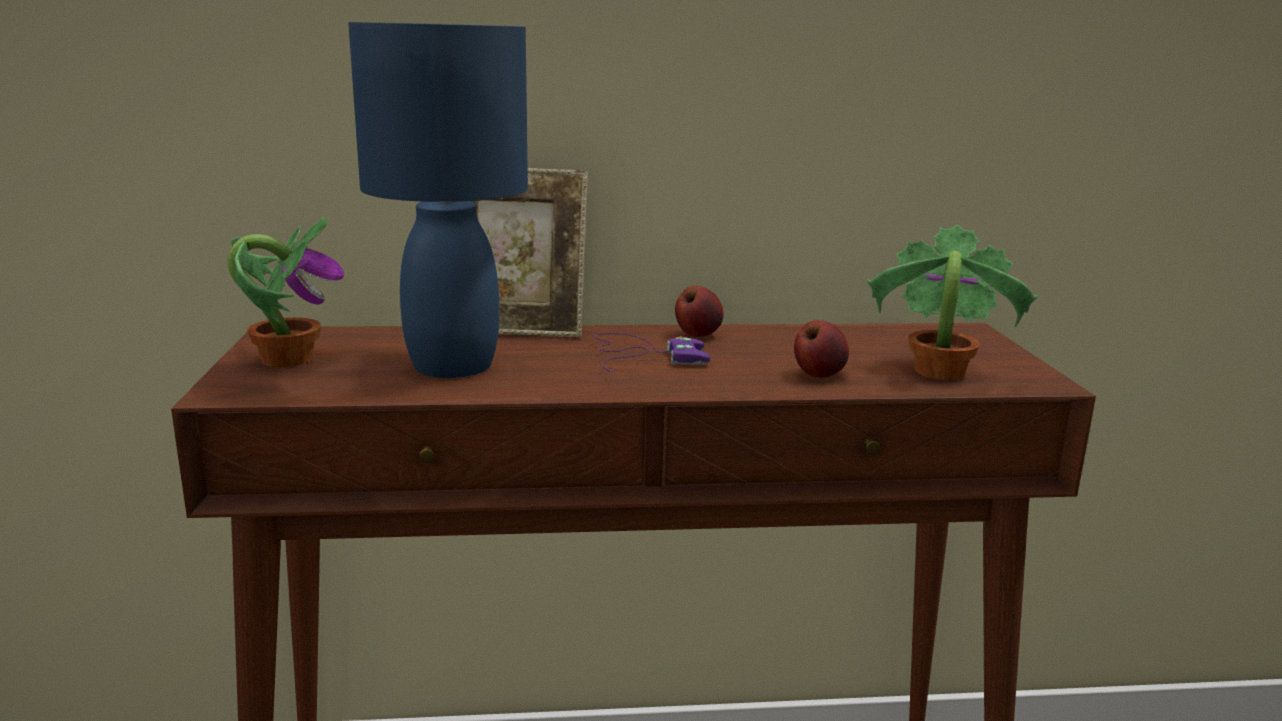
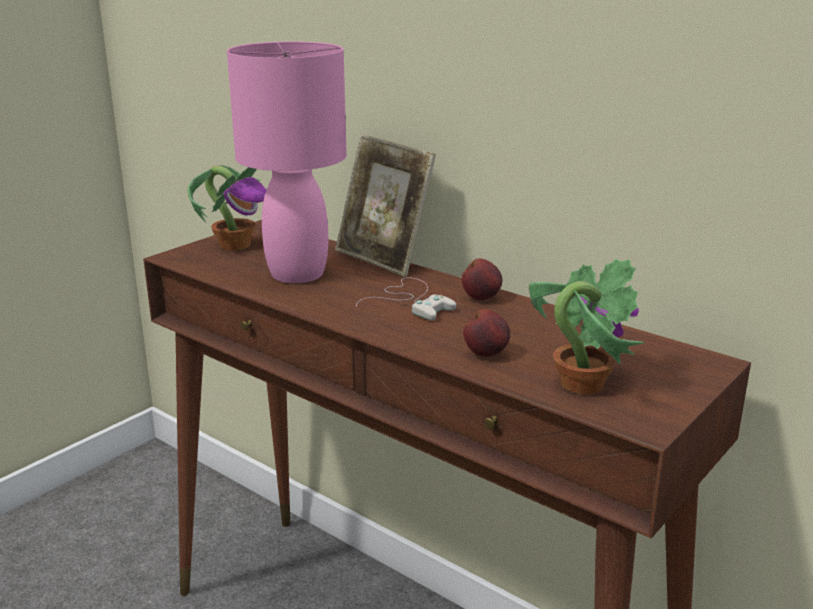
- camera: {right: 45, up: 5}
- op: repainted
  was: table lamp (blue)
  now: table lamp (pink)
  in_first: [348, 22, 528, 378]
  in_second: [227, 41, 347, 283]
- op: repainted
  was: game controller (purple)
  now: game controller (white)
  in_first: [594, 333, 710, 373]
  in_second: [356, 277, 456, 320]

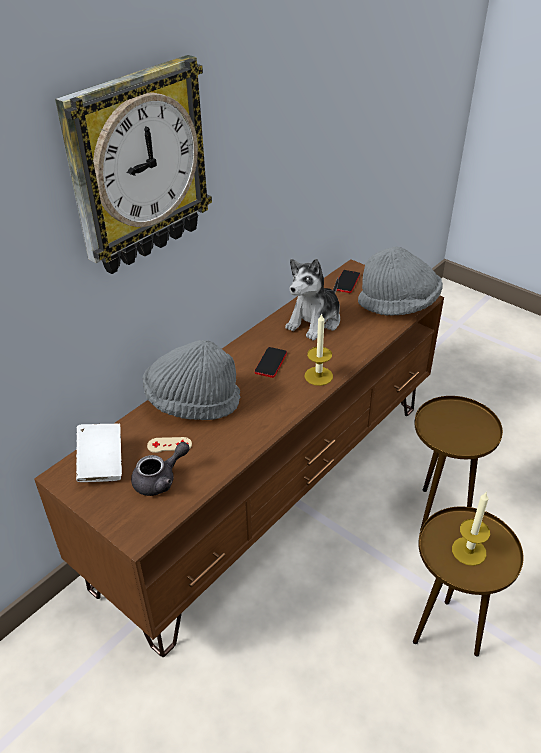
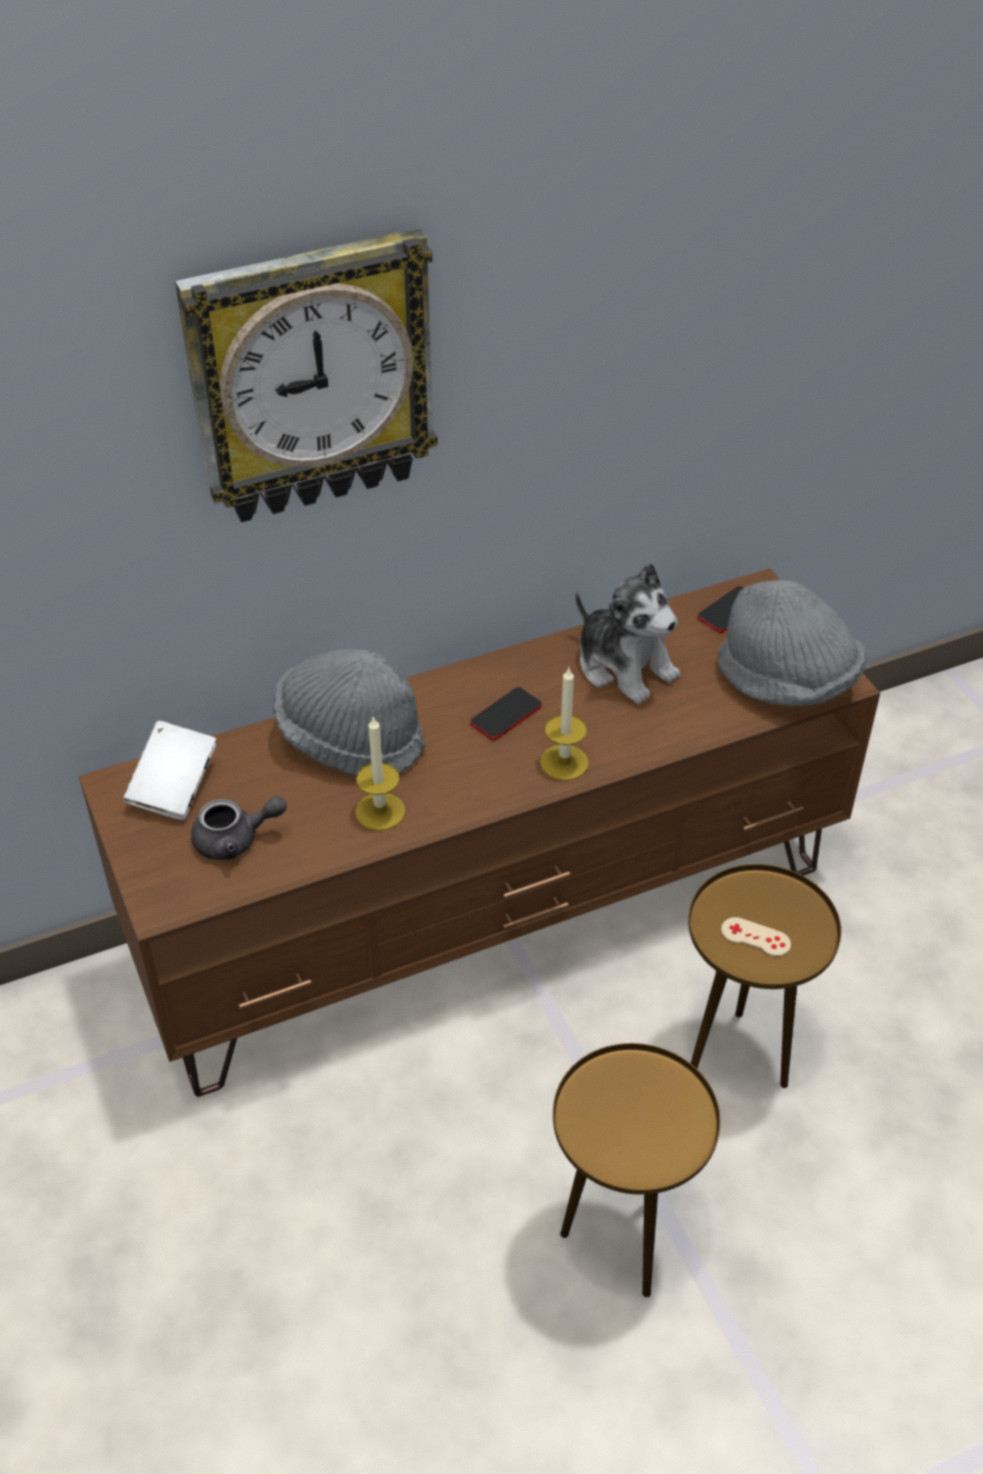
- camera: {right: 25, up: 5}
- op: shifted
  was: game controller (beige)
  in_first: [147, 437, 192, 453]
  in_second: [721, 917, 791, 956]
- op: rotated
  was: plush toy
  in_first: [285, 258, 340, 340]
  in_second: [575, 563, 680, 704]
  clockwise: -105
- op: shifted
  was: candle
  in_first: [452, 492, 490, 566]
  in_second: [355, 716, 405, 831]

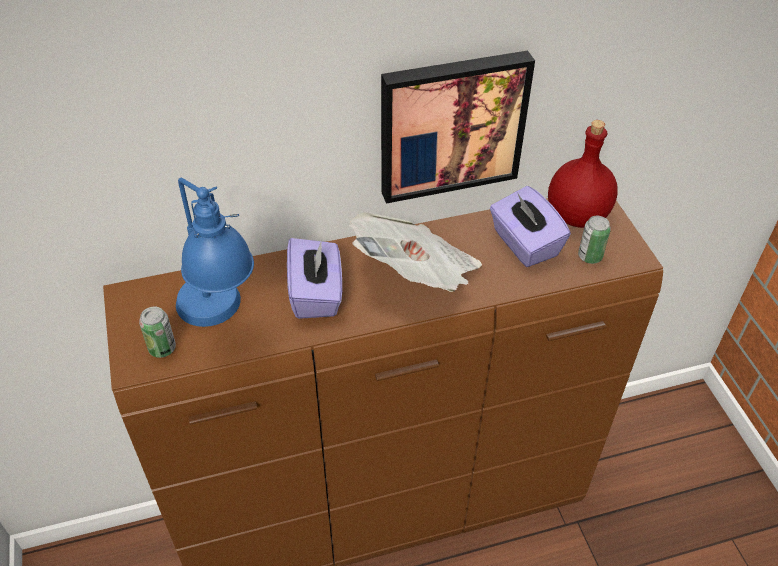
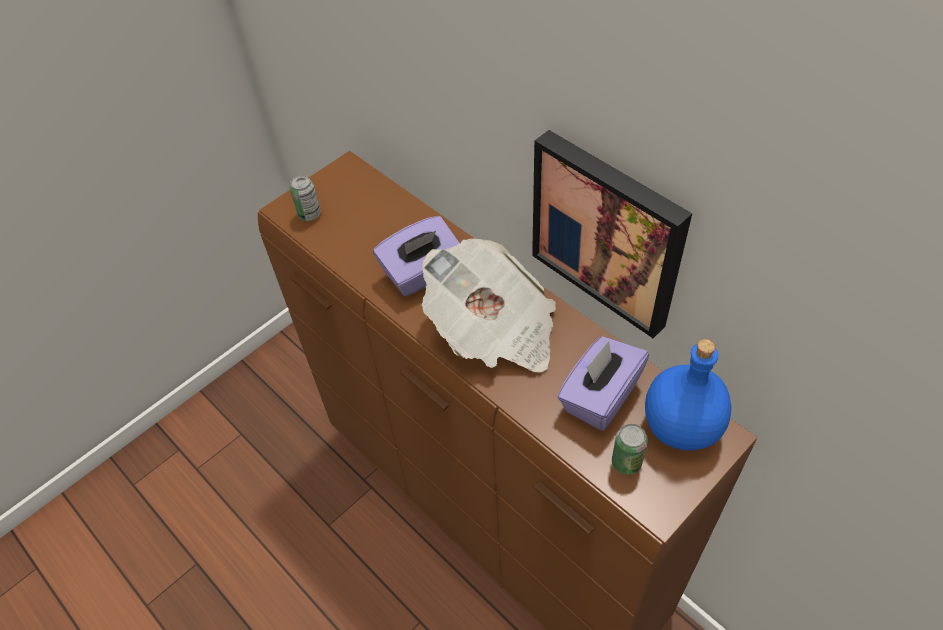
- camera: {right: 65, up: 5}
- op: gone
  was: table lamp (blue)
  in_first: [176, 178, 254, 327]
- op: repainted
  was: bottle (red)
  now: bottle (blue)
  in_first: [548, 120, 618, 228]
  in_second: [645, 339, 732, 450]

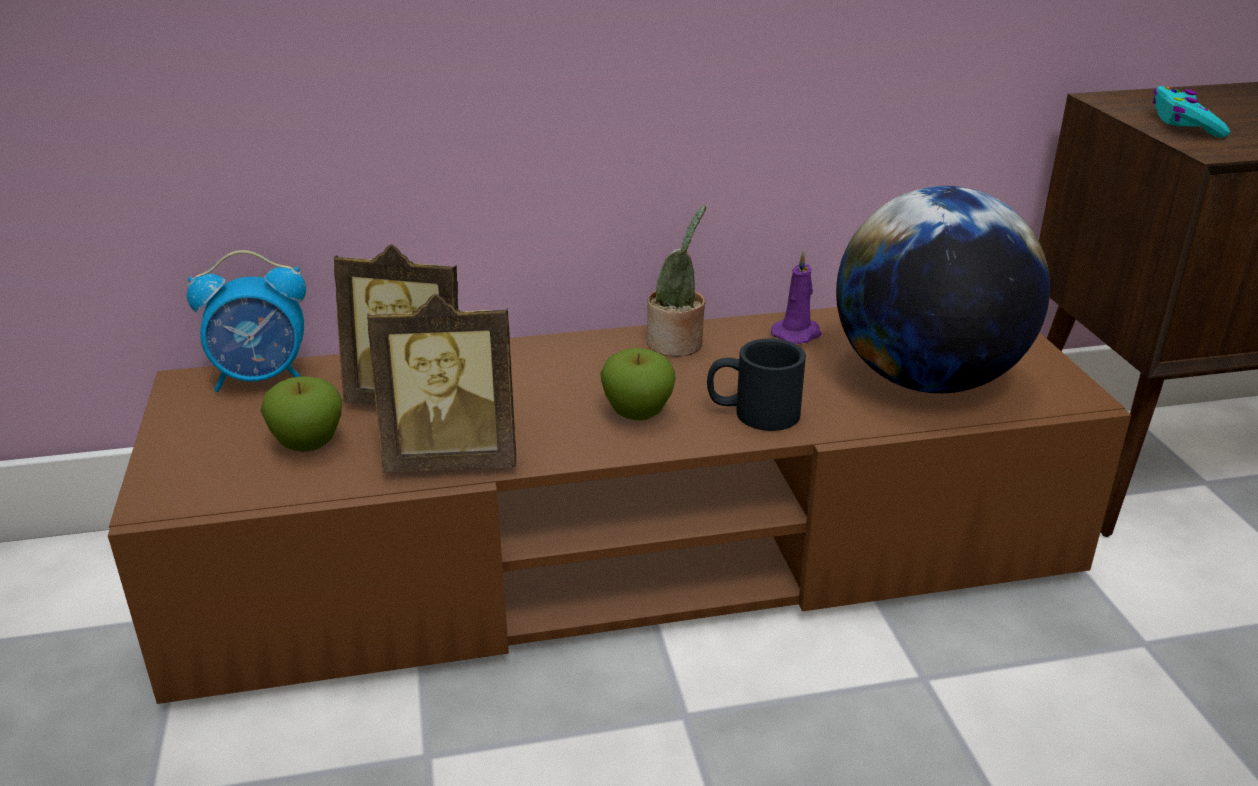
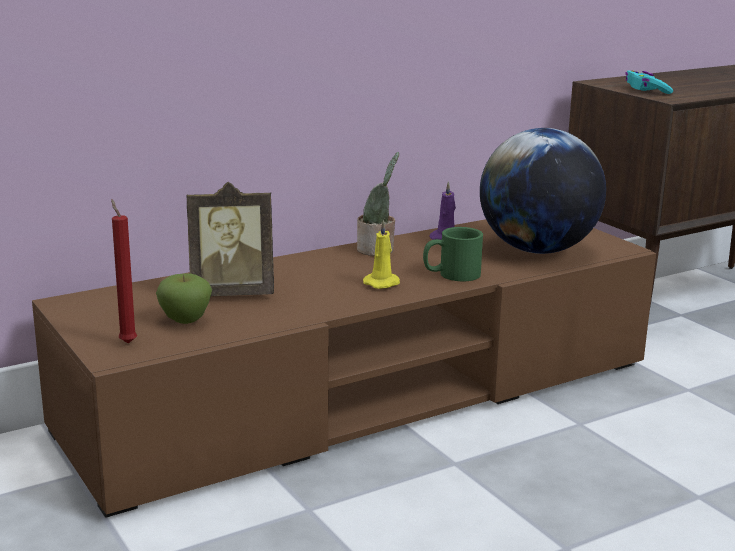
- camera: {right: -20, up: -10}
- op: gone
  was: alarm clock
  in_first: [187, 250, 306, 392]
- op: gone
  was: picture frame
  in_first: [367, 294, 516, 473]
- op: swapped
  was: apple
  now: candle (yellow)
  in_first: [600, 348, 676, 420]
  in_second: [363, 219, 400, 289]
- op: repainted
  was: mug (black)
  now: mug (green)
  in_first: [707, 338, 806, 431]
  in_second: [423, 227, 483, 281]
- op: new
  now: candle (red)
  in_second: [111, 199, 137, 344]

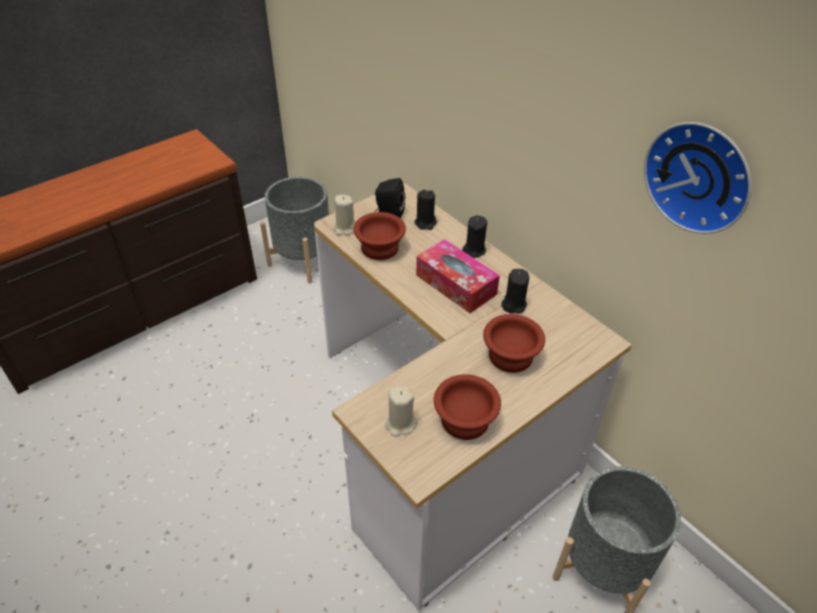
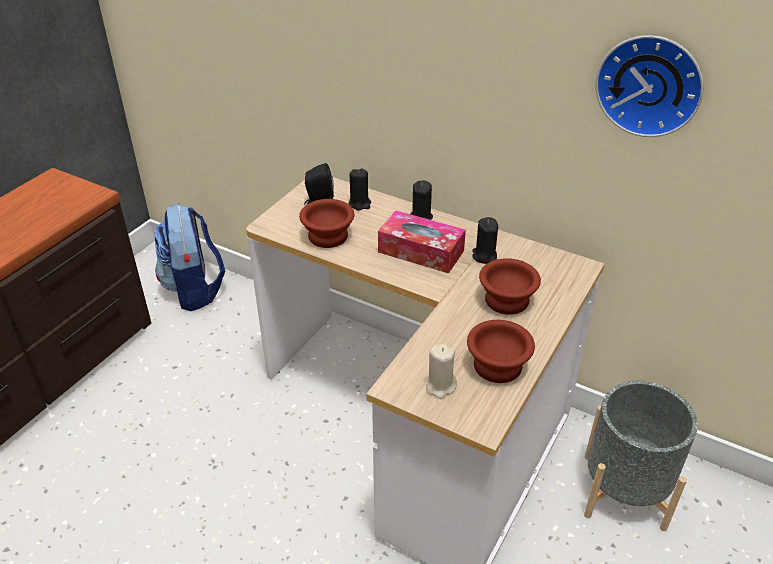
- camera: {right: -20, up: -5}
- op: swapped
  was: planter (grey)
  now: backpack
  in_first: [260, 177, 335, 283]
  in_second: [154, 203, 225, 311]
- op: gone
  was: candle (beige)
  in_first: [333, 195, 355, 235]

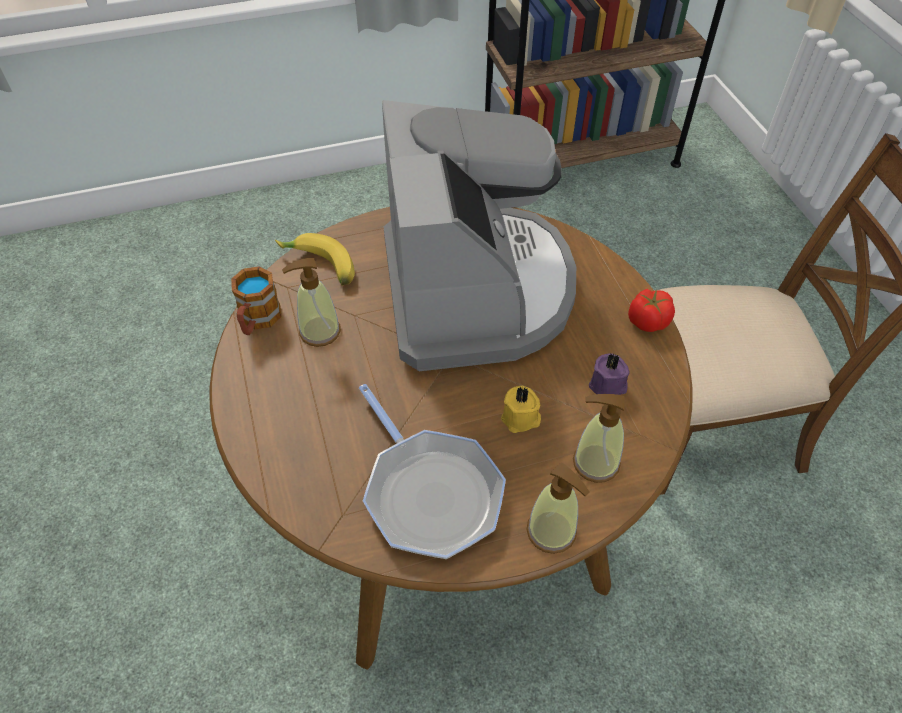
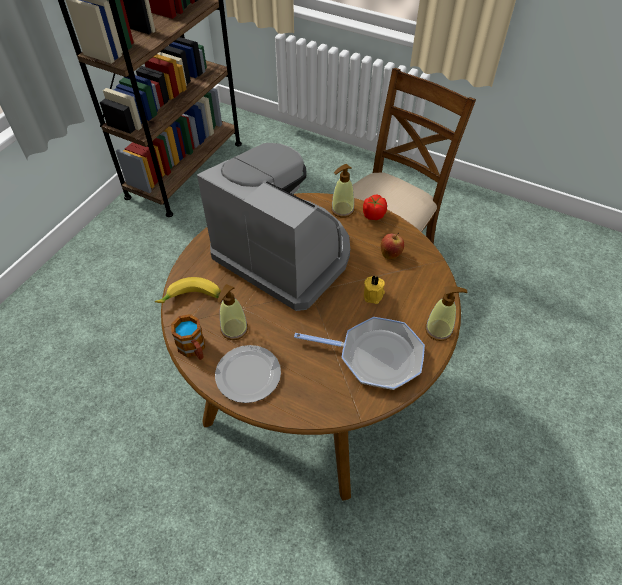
- camera: {right: -45, up: 0}
- op: shifted
  was: soap dispenser
  in_first: [573, 394, 625, 483]
  in_second: [331, 164, 355, 218]
- op: swapped
  was: candle (purple)
  now: apple
  in_first: [589, 353, 630, 395]
  in_second: [380, 233, 404, 259]
- op: new
  now: plate
  in_second: [215, 345, 281, 403]

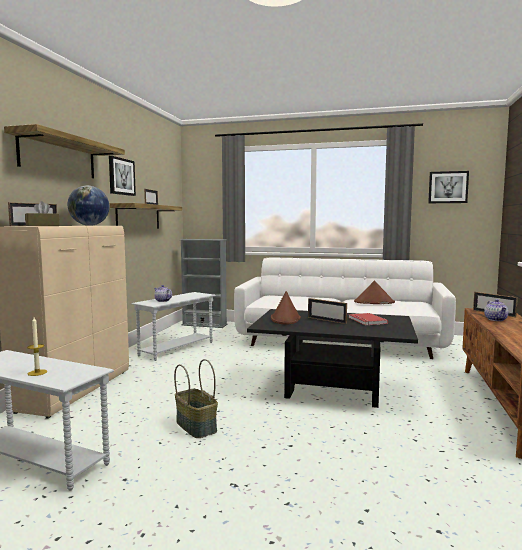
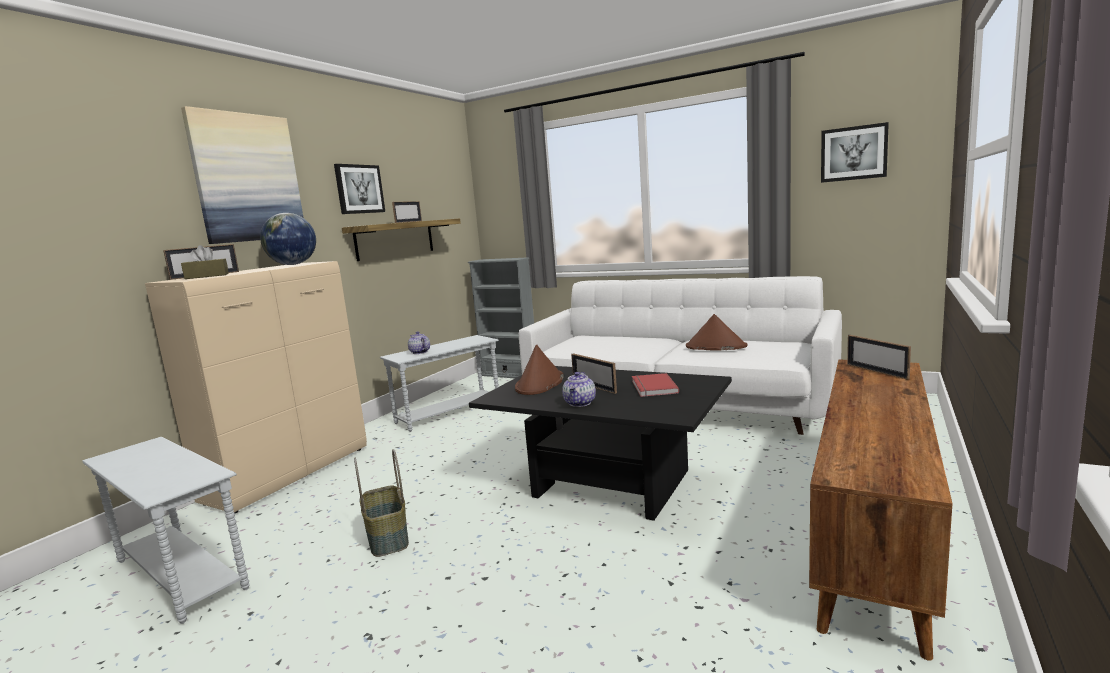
- camera: {right: 15, up: 5}
- op: swapped
  was: shelf
  now: picture
  in_first: [4, 124, 125, 178]
  in_second: [181, 106, 304, 244]
- op: gone
  was: candle
  in_first: [27, 317, 47, 376]
- op: shifted
  was: teapot
  in_first: [484, 299, 509, 321]
  in_second: [562, 372, 596, 407]

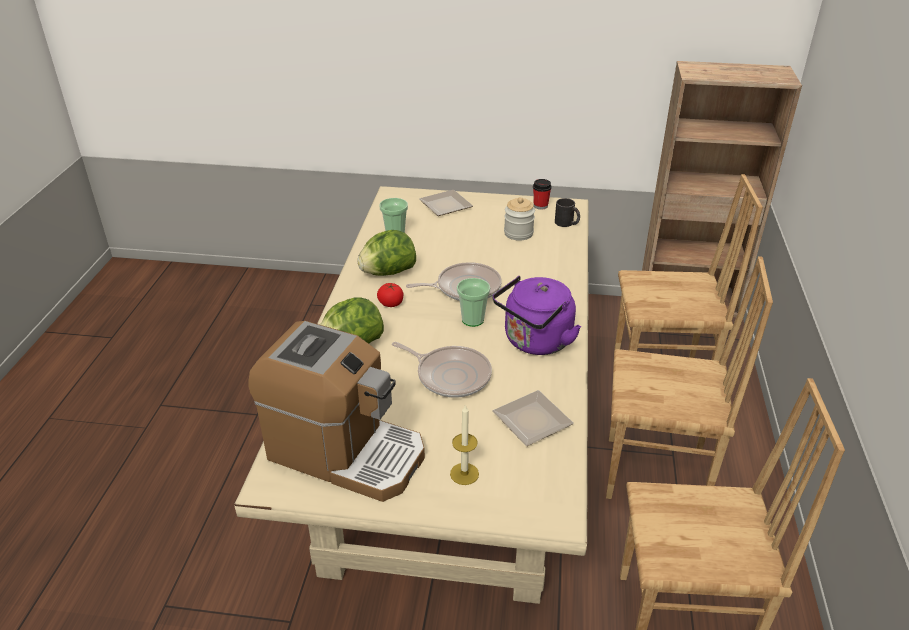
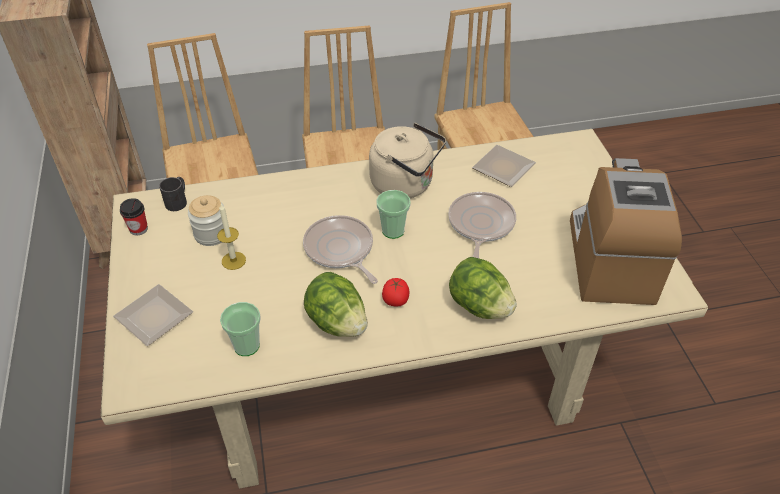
- camera: {right: -110, up: 10}
- op: shifted
  was: candle
  in_first: [450, 404, 479, 485]
  in_second: [217, 204, 246, 270]
- op: repainted
  was: kettle (purple)
  now: kettle (beige)
  in_first: [493, 276, 581, 355]
  in_second: [369, 123, 446, 198]

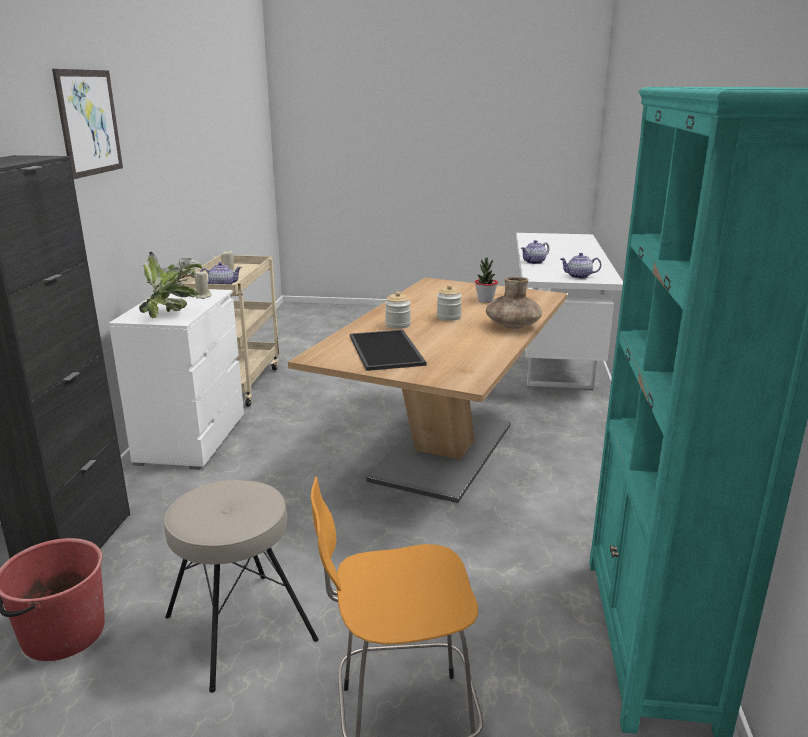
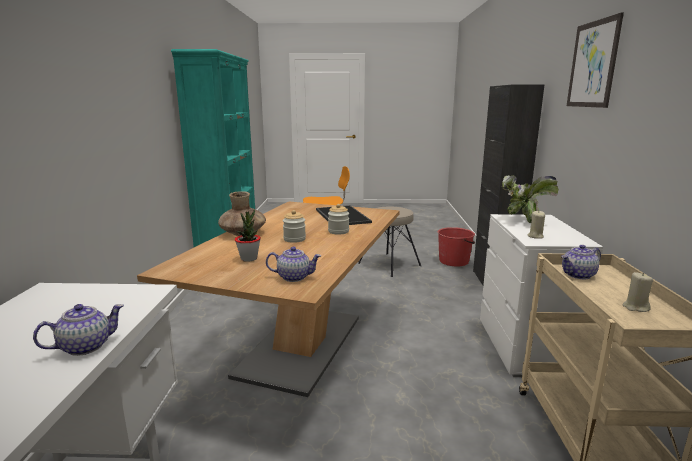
- camera: {right: 175, up: -5}
- op: shifted
  was: teapot
  in_first: [560, 253, 601, 279]
  in_second: [266, 247, 321, 282]

